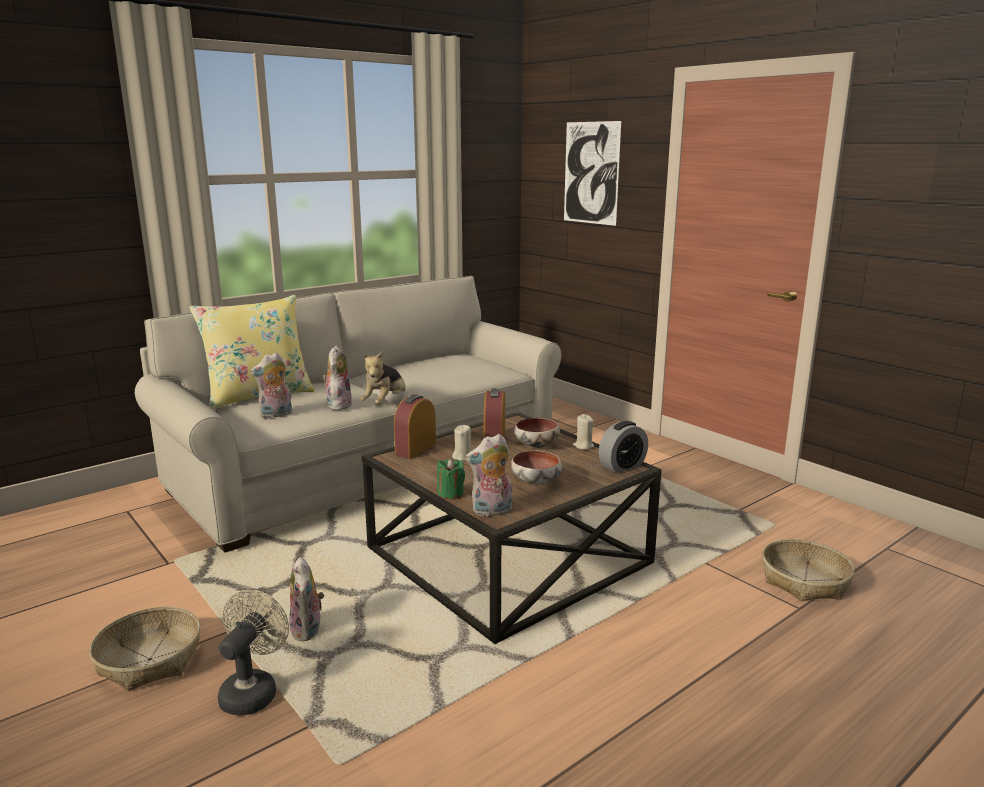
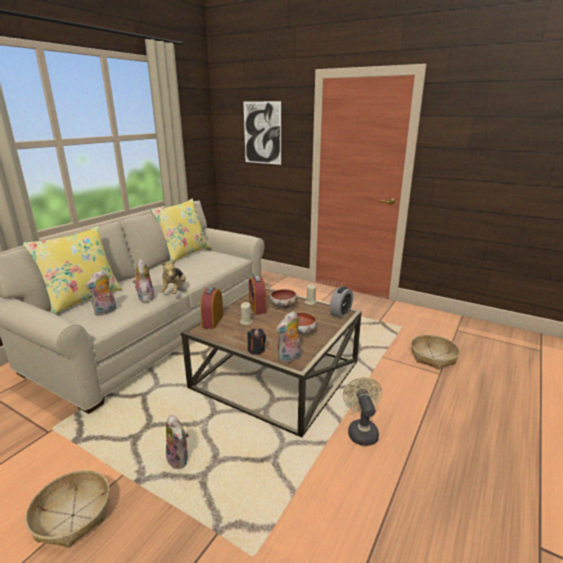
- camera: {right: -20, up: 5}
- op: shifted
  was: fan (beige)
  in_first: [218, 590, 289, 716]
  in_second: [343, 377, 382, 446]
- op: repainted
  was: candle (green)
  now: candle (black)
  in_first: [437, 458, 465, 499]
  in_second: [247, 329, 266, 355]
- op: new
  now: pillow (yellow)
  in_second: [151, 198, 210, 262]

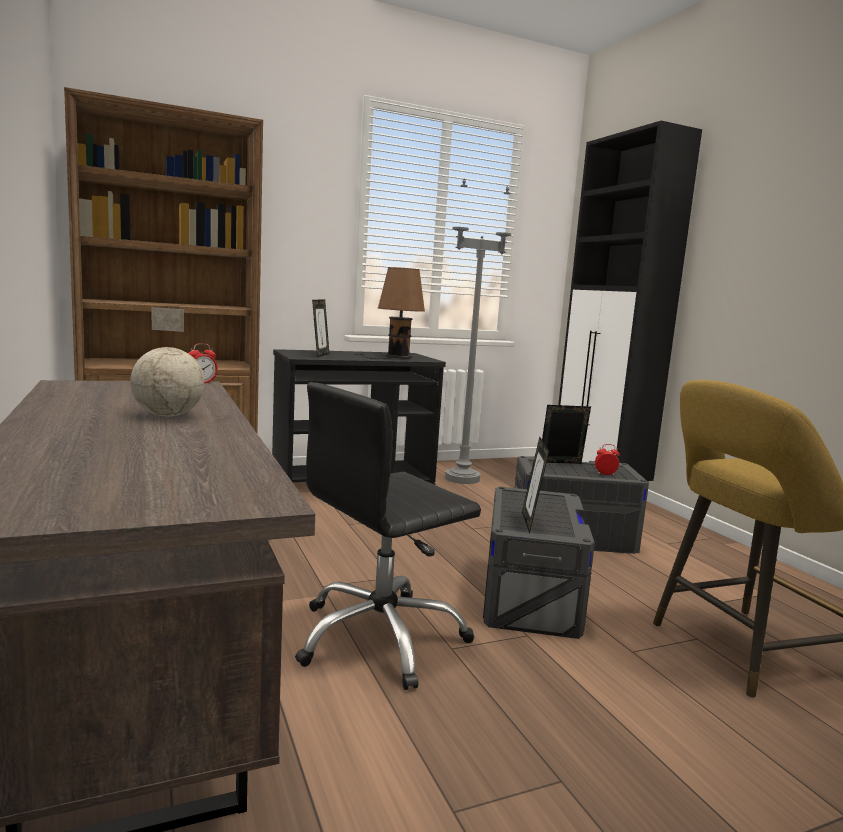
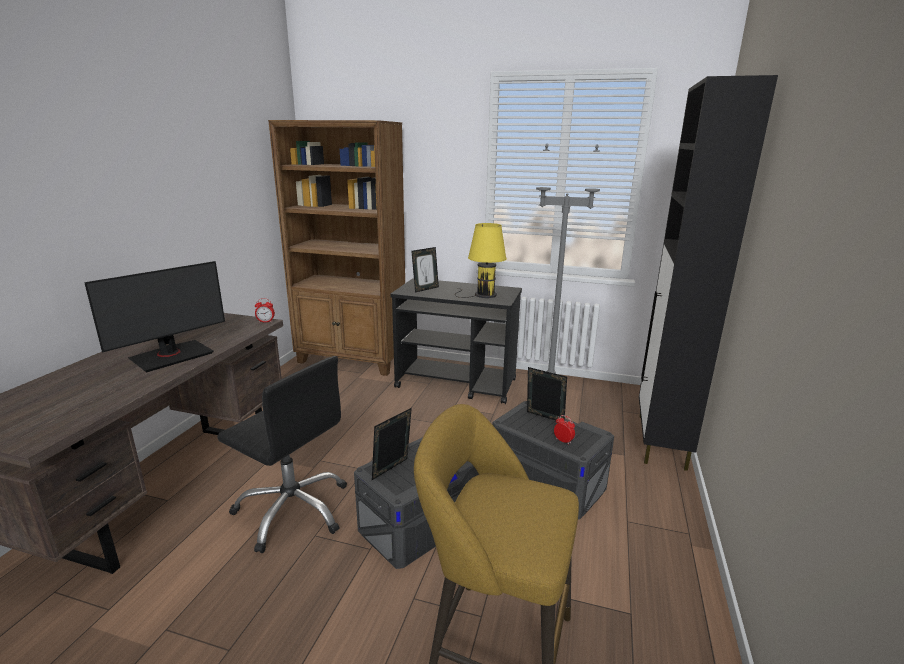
- camera: {right: 40, up: 10}
- op: swapped
  was: globe
  now: monitor
  in_first: [130, 307, 205, 417]
  in_second: [84, 261, 225, 372]
- op: rotated
  was: office chair (black)
  in_first: [295, 382, 481, 690]
  in_second: [217, 356, 347, 553]
  clockwise: -150
- op: repainted
  was: table lamp (brown)
  now: table lamp (yellow)
  in_first: [354, 267, 425, 359]
  in_second: [455, 223, 507, 298]

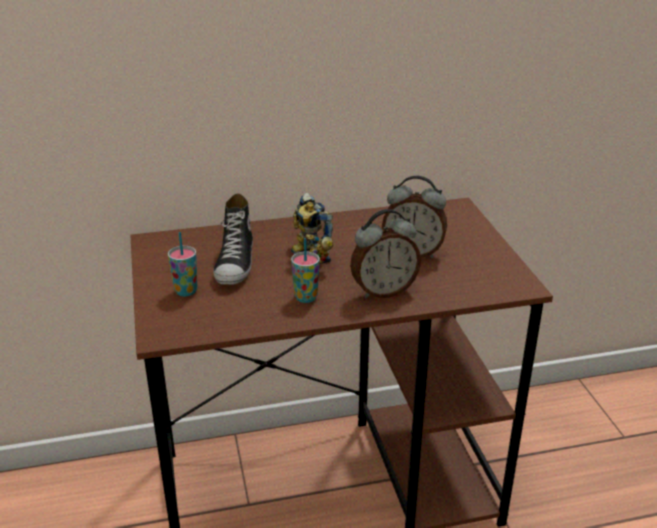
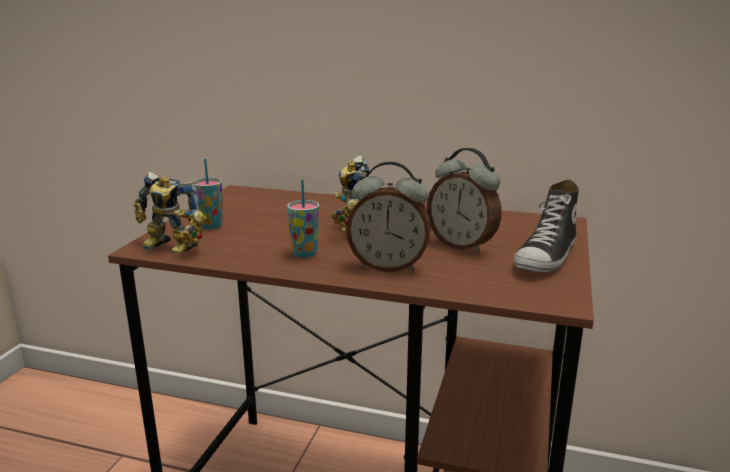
- camera: {right: 30, up: -10}
- op: shifted
  was: shoe
  in_first: [213, 193, 253, 285]
  in_second: [514, 180, 579, 273]
- op: new
  now: toy robot
  in_second: [134, 172, 206, 254]

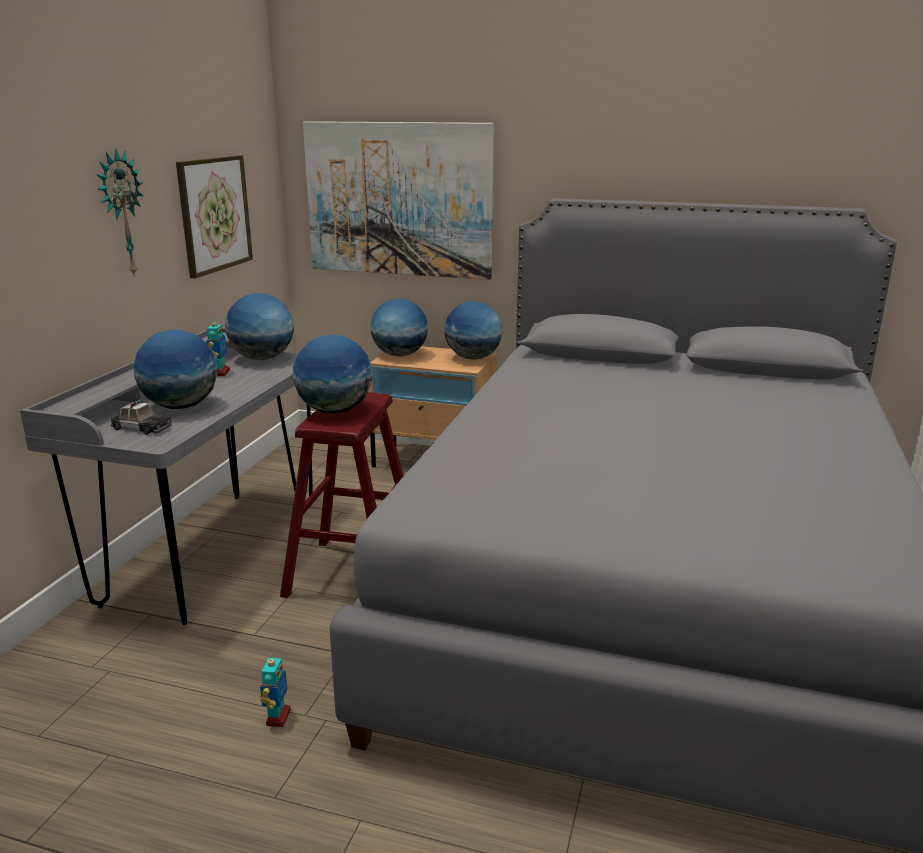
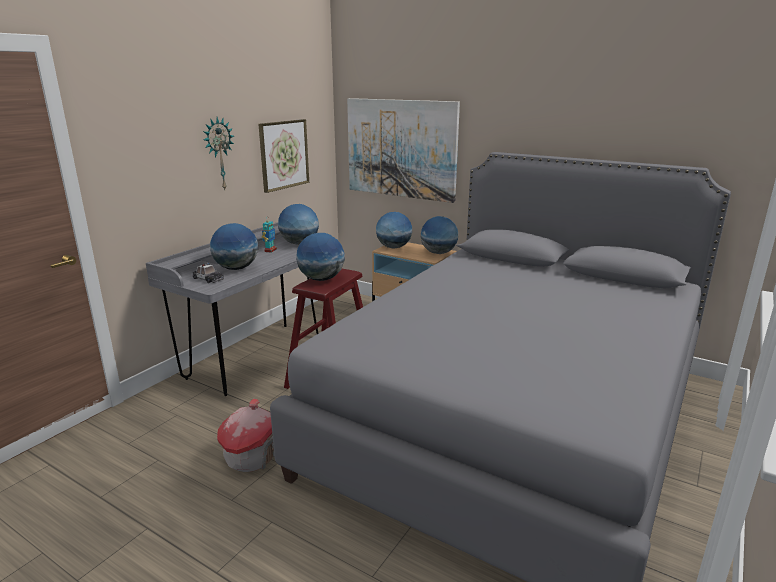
- camera: {right: 15, up: 0}
- op: swapped
  was: toy robot
  now: toy house
  in_first: [260, 653, 291, 727]
  in_second: [217, 399, 274, 472]

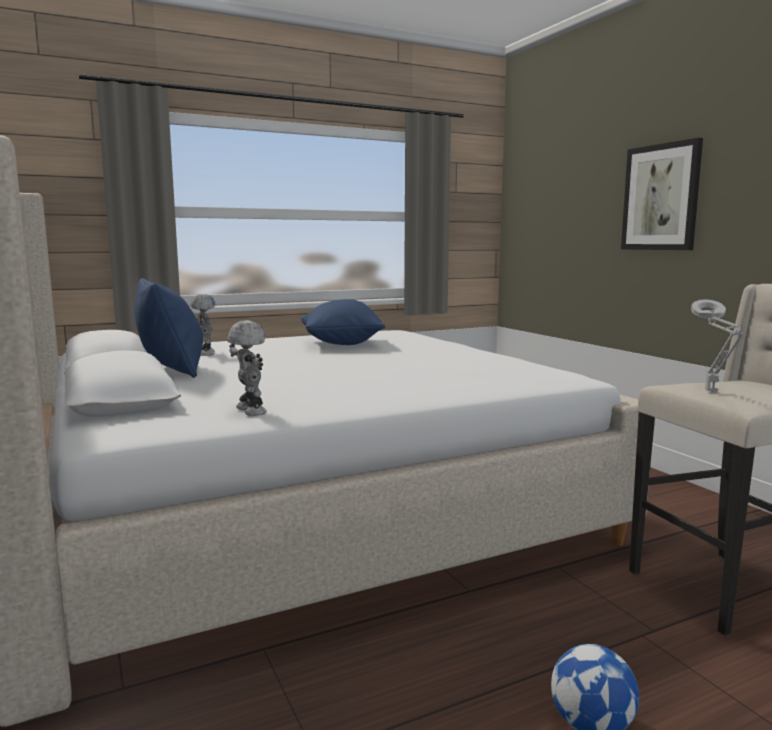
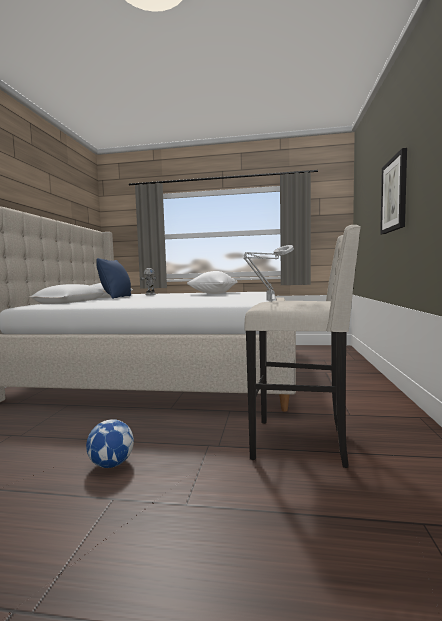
- camera: {right: 35, up: -5}
- op: gone
  was: toy robot
  in_first: [227, 320, 267, 416]
- op: repainted
  was: pillow (blue)
  now: pillow (white)
  in_first: [301, 299, 385, 345]
  in_second: [187, 271, 238, 294]

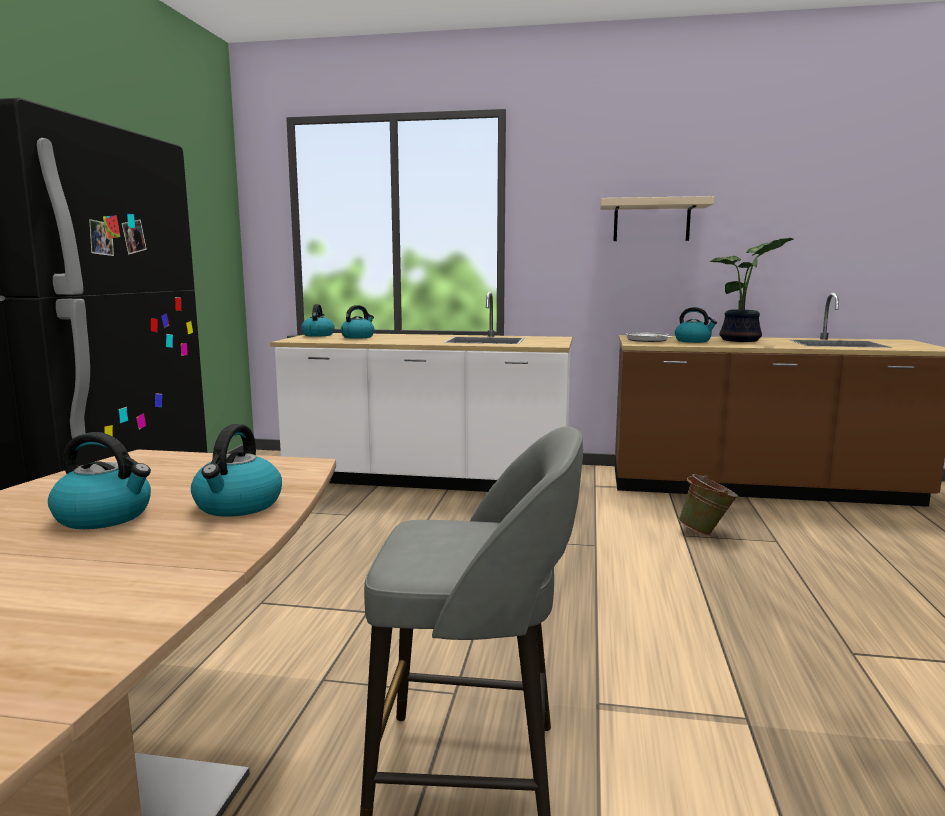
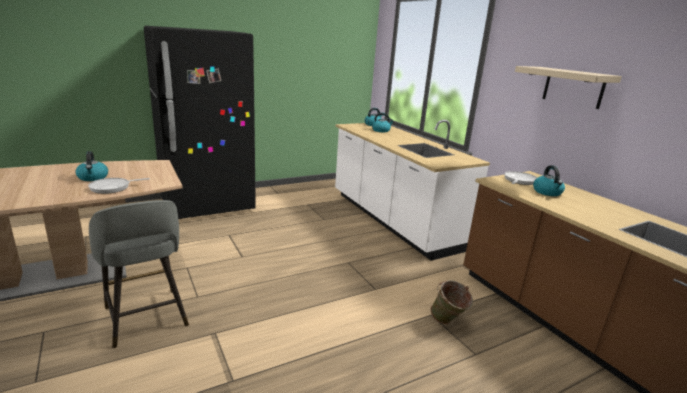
- camera: {right: 50, up: 10}
- op: swapped
  was: kettle
  now: frying pan
  in_first: [191, 424, 282, 517]
  in_second: [88, 178, 150, 194]
- op: gone
  was: potted plant
  in_first: [709, 238, 794, 342]

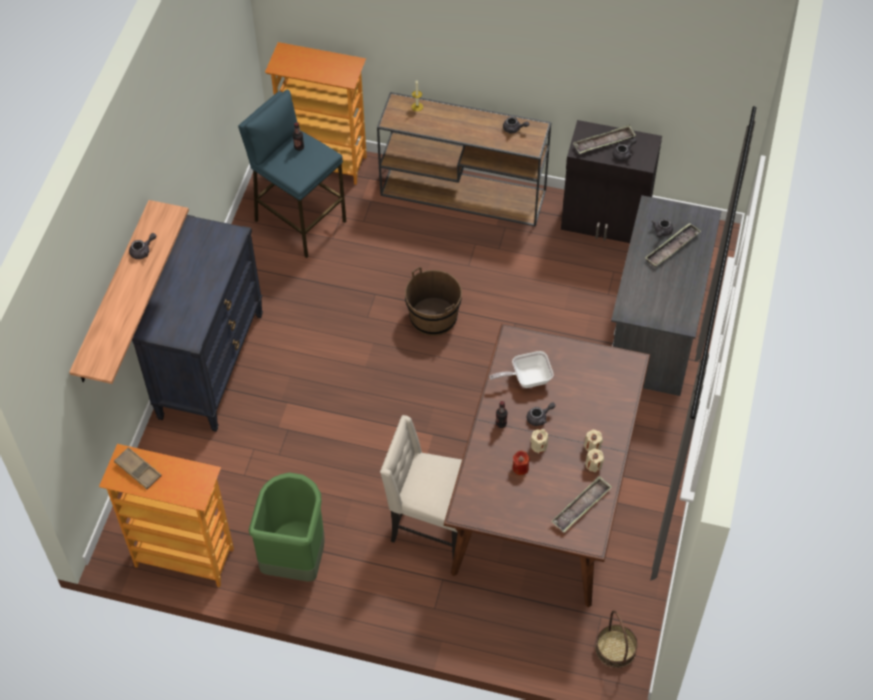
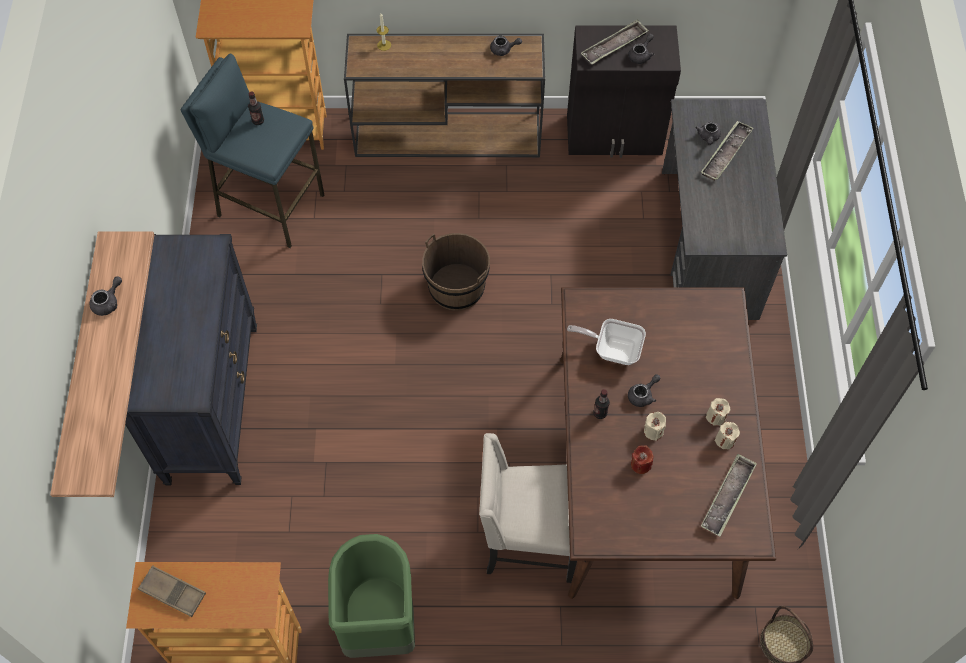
- camera: {right: -15, up: 5}
- op: rotated
  was: frying pan
  in_first: [489, 351, 554, 388]
  in_second: [567, 319, 646, 365]
  clockwise: 45

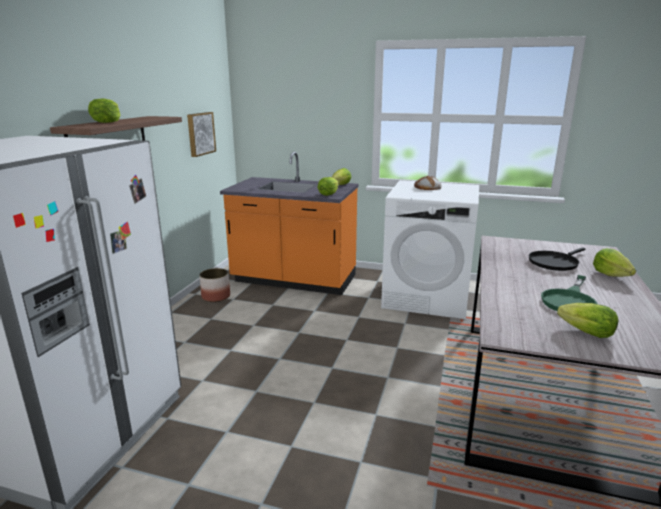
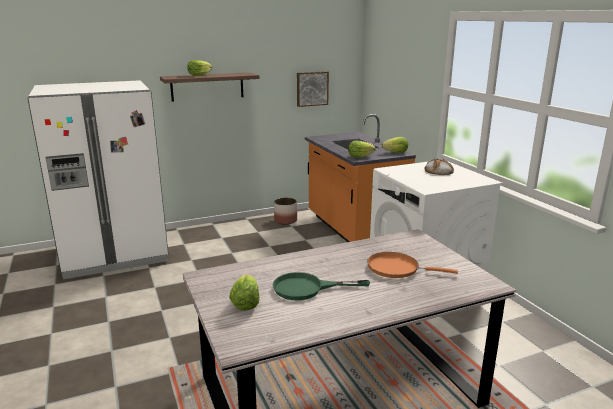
- camera: {right: 50, up: 0}
- op: repainted
  was: frying pan (black)
  now: frying pan (orange)
  in_first: [529, 247, 586, 271]
  in_second: [367, 252, 458, 278]
- op: gone
  was: lettuce
  in_first: [593, 248, 636, 277]

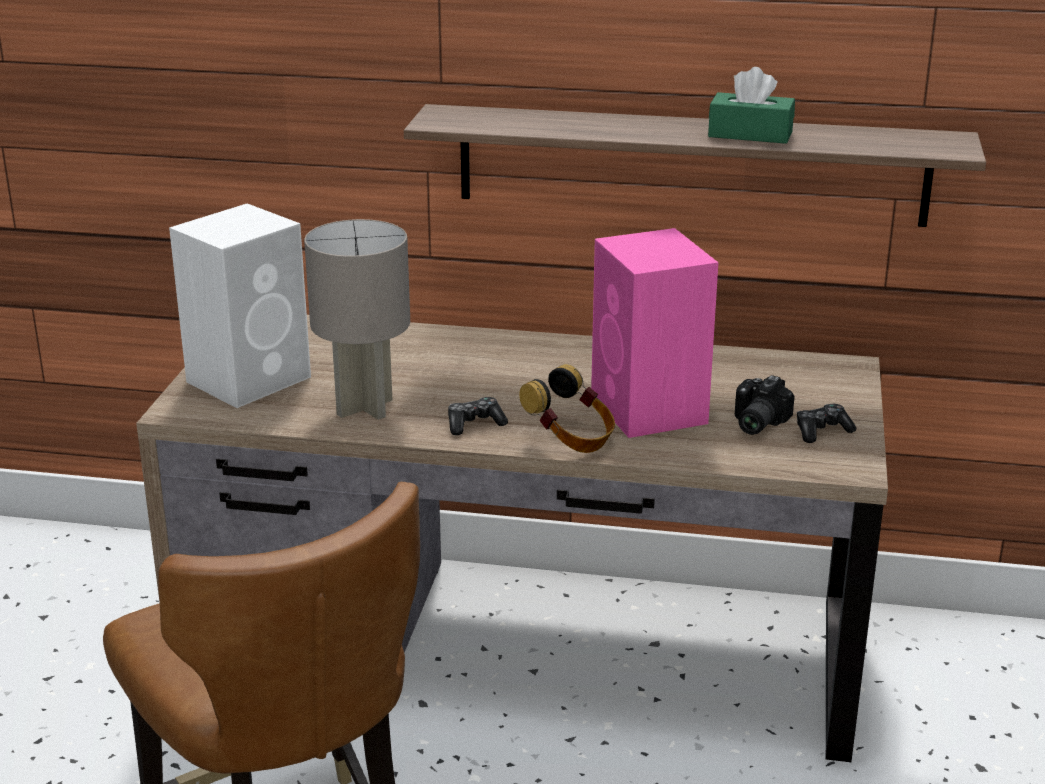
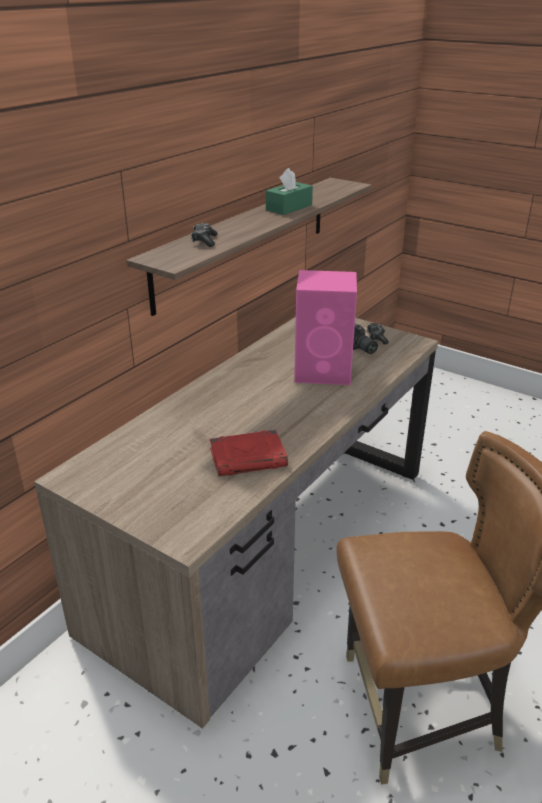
- camera: {right: -65, up: 5}
- op: gone
  was: speaker (white)
  in_first: [169, 203, 311, 408]
- op: swapped
  was: table lamp (grey)
  now: book (red)
  in_first: [304, 219, 410, 420]
  in_second: [210, 430, 288, 476]
- op: shifted
  was: game controller
  in_first: [448, 397, 508, 435]
  in_second: [191, 223, 218, 247]
- op: gone
  was: headphones
  in_first: [519, 364, 615, 453]

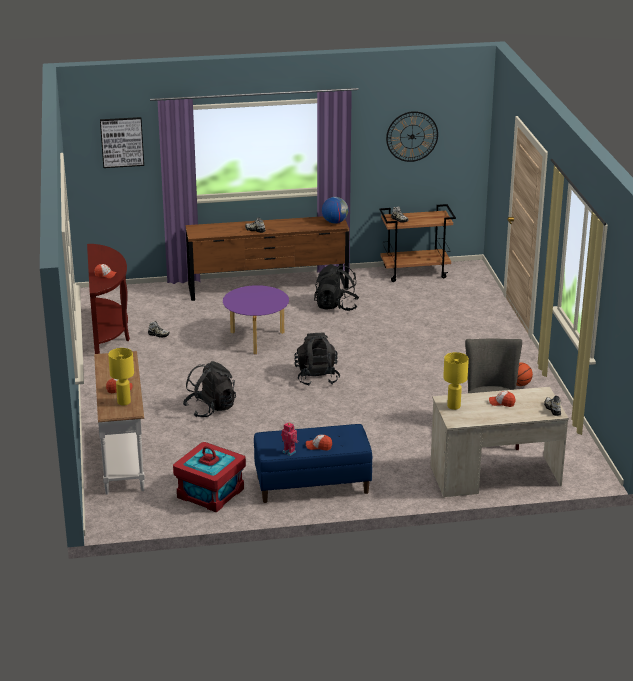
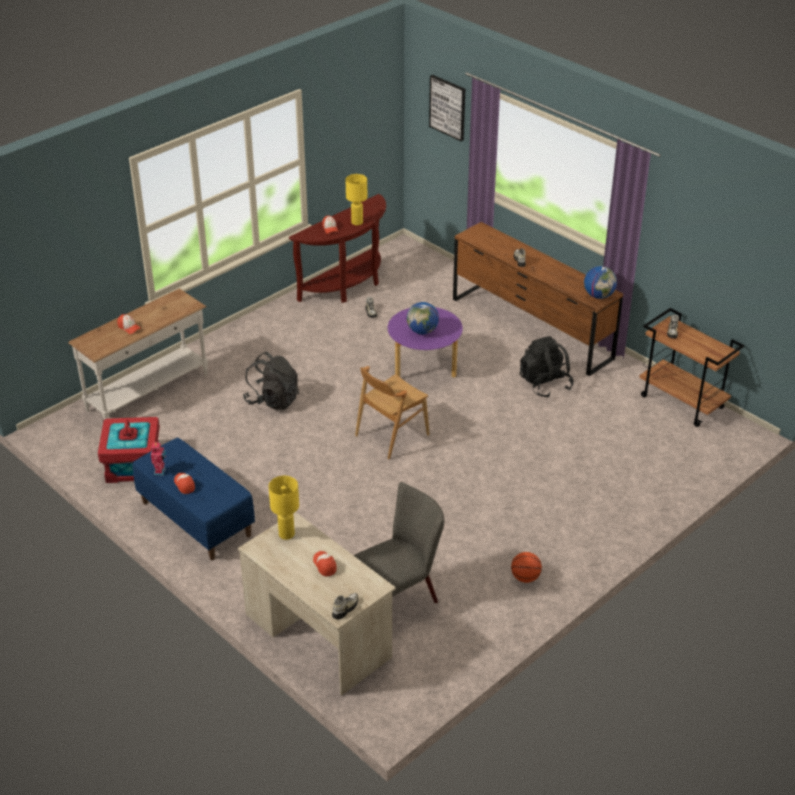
- camera: {right: 55, up: 10}
- op: shifted
  was: table lamp (yellow)
  in_first: [108, 348, 134, 405]
  in_second: [345, 174, 367, 225]
- op: swapped
  was: backpack (black)
  now: chair (brown)
  in_first: [294, 333, 340, 386]
  in_second: [355, 366, 429, 459]
- op: gone
  was: wall clock
  in_first: [386, 111, 438, 162]
- op: new
  now: globe
  in_second: [407, 302, 439, 334]

